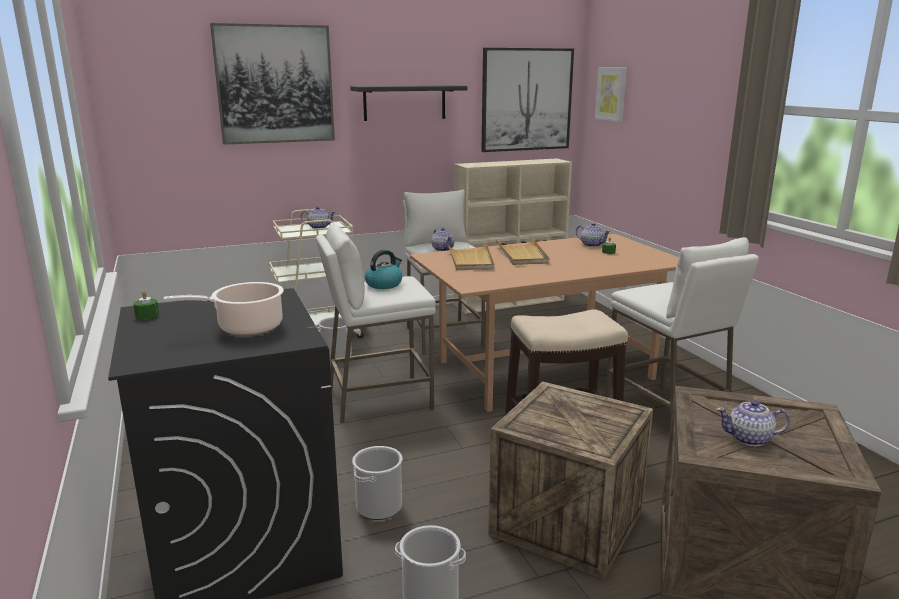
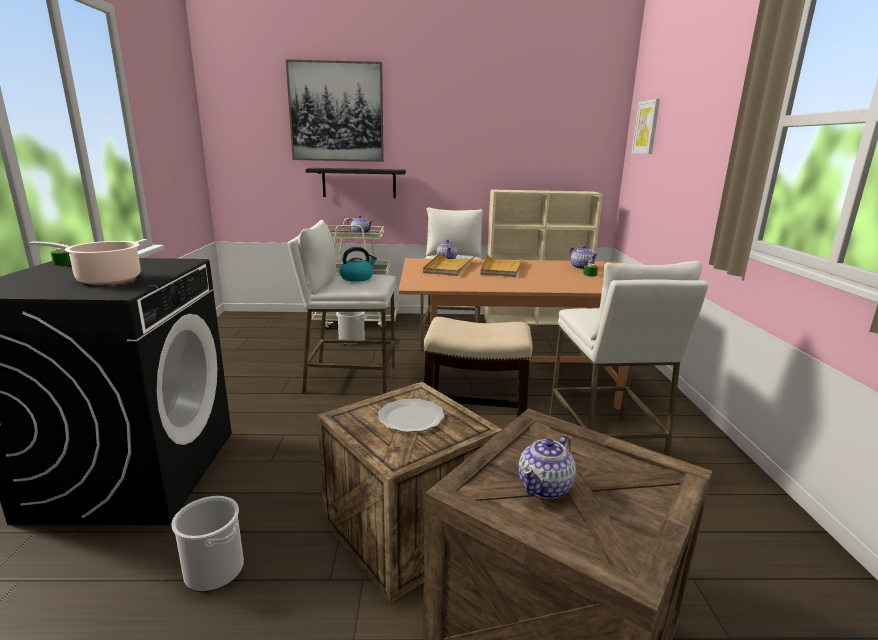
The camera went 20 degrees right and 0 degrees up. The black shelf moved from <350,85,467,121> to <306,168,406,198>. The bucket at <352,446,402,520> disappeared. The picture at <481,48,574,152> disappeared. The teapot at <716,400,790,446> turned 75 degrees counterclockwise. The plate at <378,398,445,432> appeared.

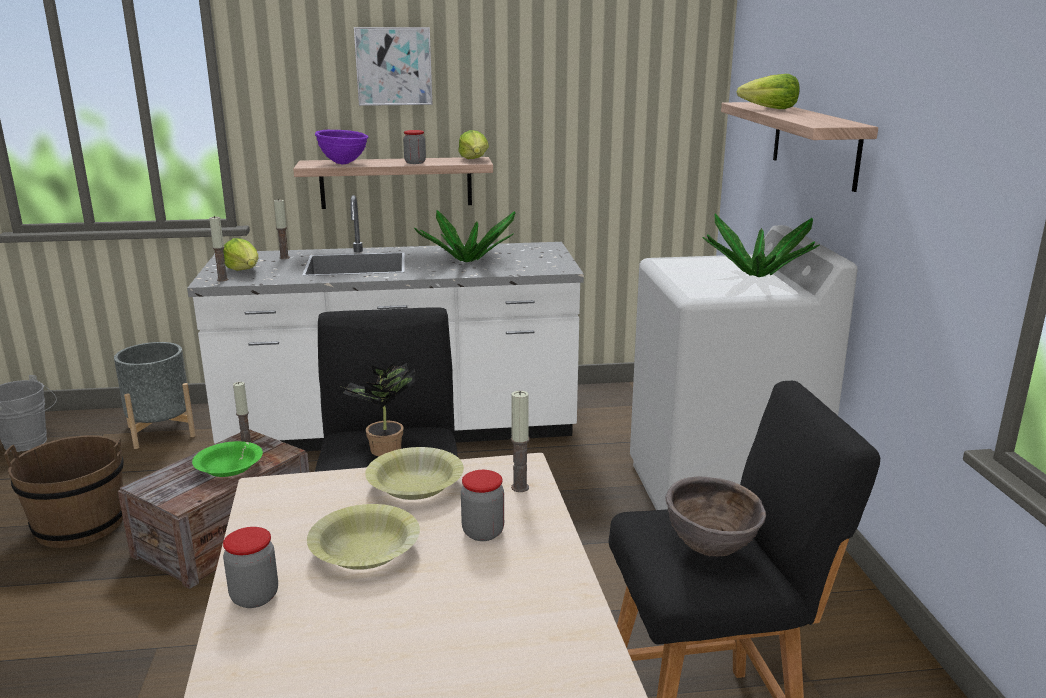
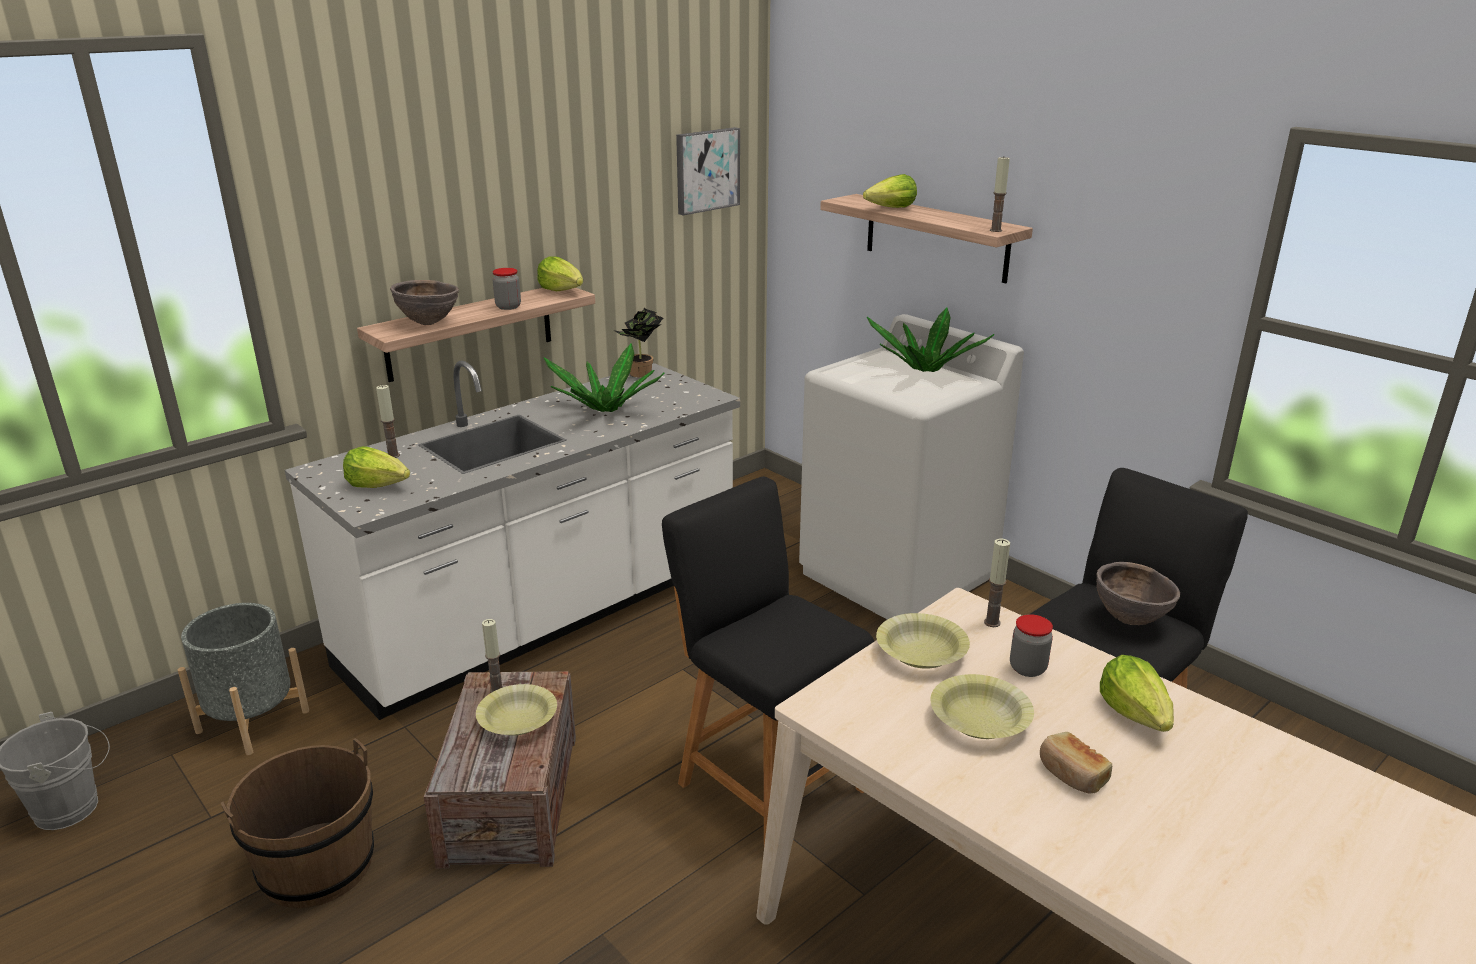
The camera went 35 degrees left and 5 degrees up. The green bowl at <192,441,263,477> became the yellow bowl at <476,684,557,736>. The candle moved from <209,216,228,281> to <990,157,1010,232>. The jar at <223,527,278,608> disappeared. The purple bowl at <315,130,368,164> became the brown bowl at <390,280,459,325>. The potted plant moved from <342,362,415,456> to <613,307,663,378>. The picture moved from <354,27,433,106> to <676,127,740,215>. The bread at <1040,732,1112,793> appeared. The lettuce at <1100,655,1174,732> appeared.

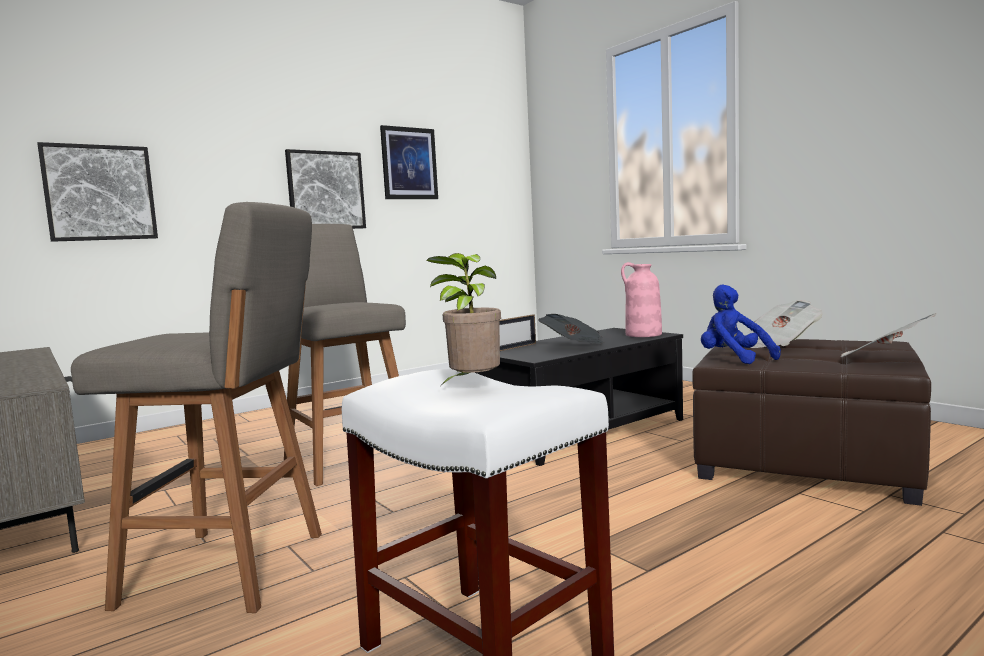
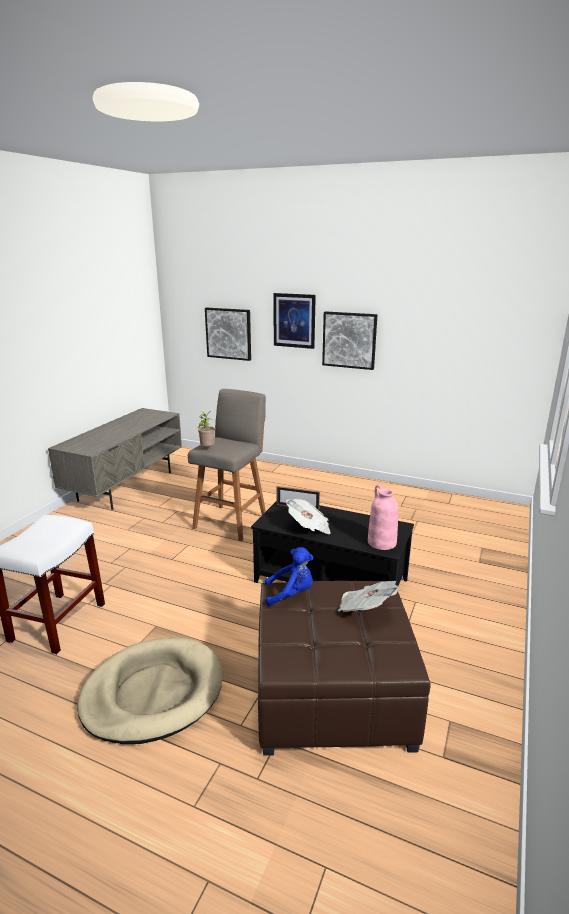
The camera went 60 degrees right and 15 degrees up. The grey stool at <71,202,322,613> disappeared. The picture moved from <380,125,438,199> to <273,293,316,349>. The potted plant moved from <426,253,501,388> to <198,411,215,446>. The blue plush toy at <701,285,781,364> turned 60 degrees clockwise. The newspaper at <841,313,937,358> disappeared. The beige dog bed at <77,638,223,744> appeared.

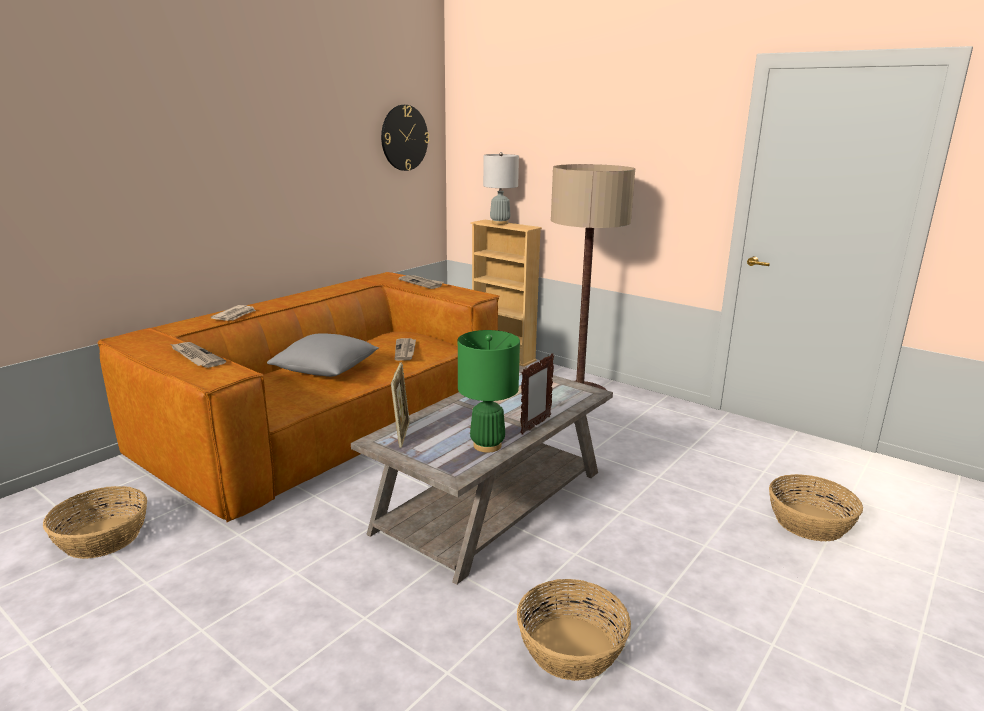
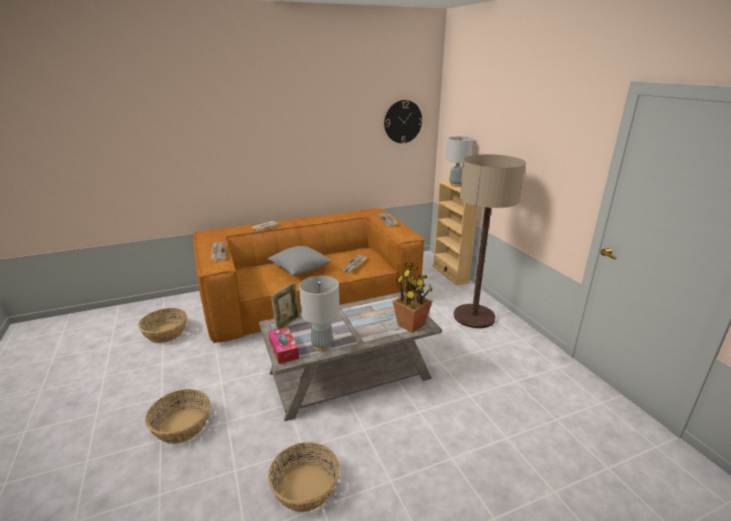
The camera went 30 degrees right and 5 degrees up. The green table lamp at <458,330,520,453> became the grey table lamp at <299,276,340,352>. The picture frame at <520,353,554,435> disappeared. The basket moved from <769,474,863,541> to <145,389,210,444>. The tissue box at <268,327,299,364> appeared. The potted plant at <393,263,433,333> appeared.

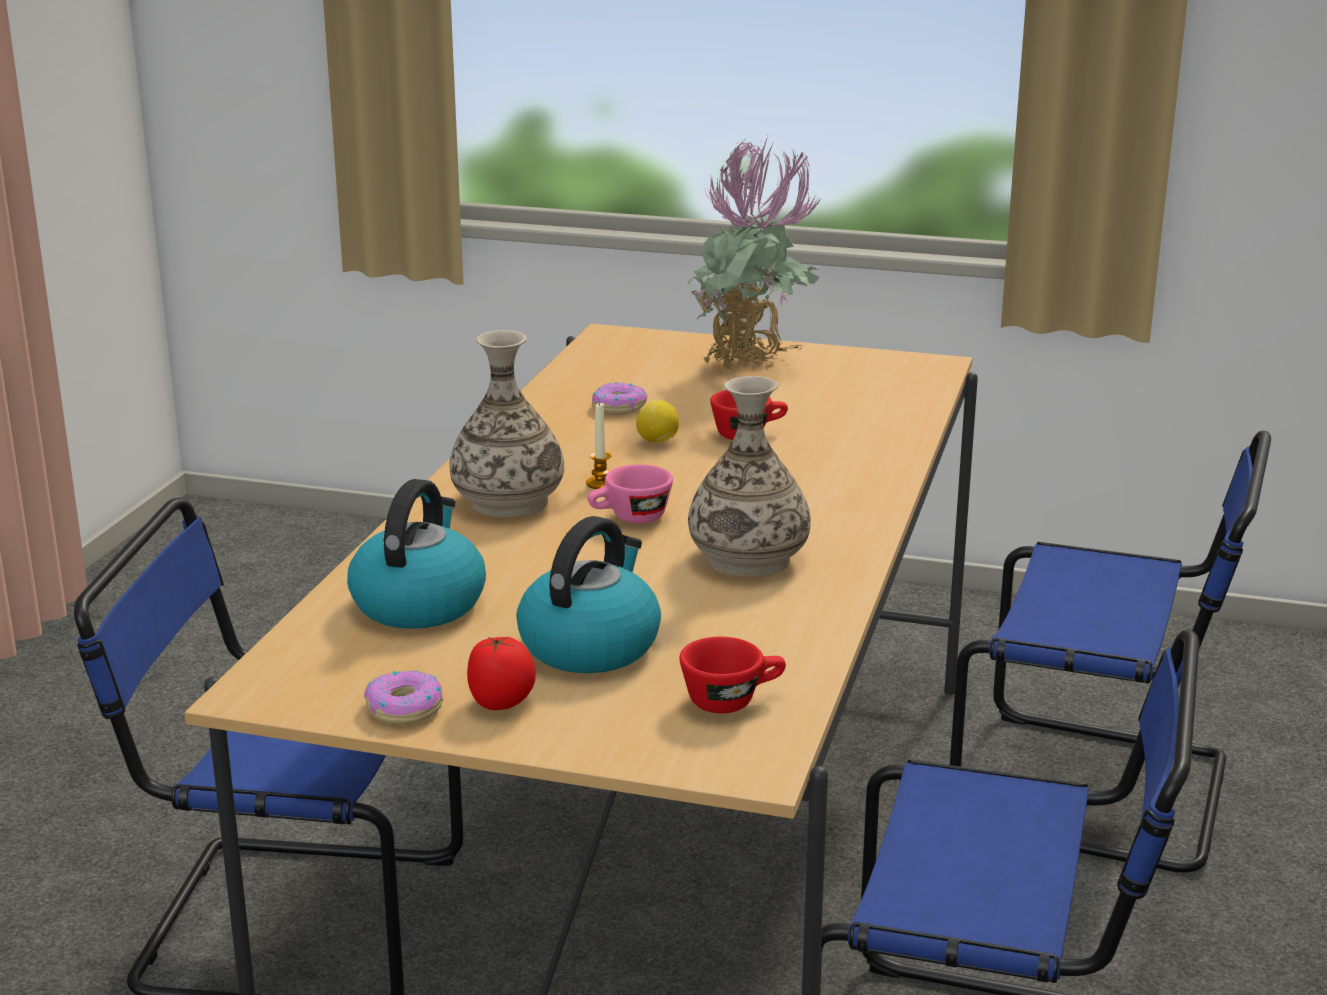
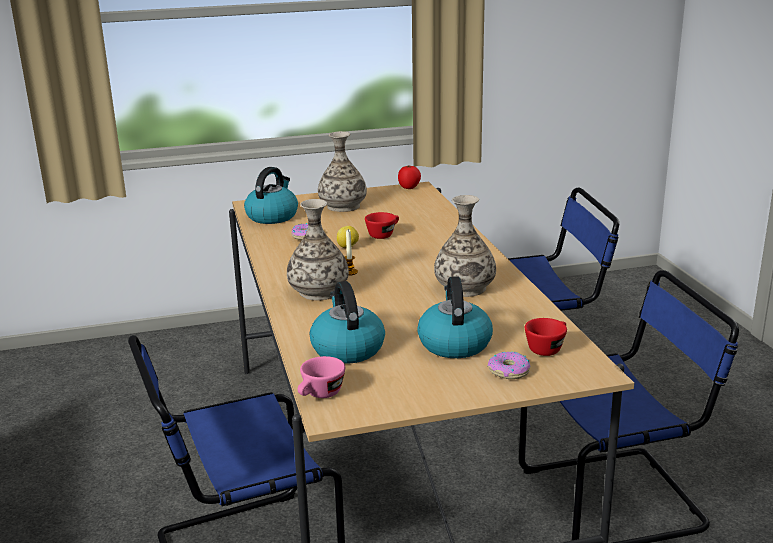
The camera went 30 degrees left and 0 degrees up. The donut moved from <364,671,443,725> to <488,351,530,379>. The tomato moved from <467,636,536,710> to <398,165,421,189>. The pink cup moved from <588,464,673,524> to <298,356,345,398>. The potted plant at <688,133,820,370> was replaced by the vase at <318,131,367,212>. The kettle at <244,167,298,224> appeared.

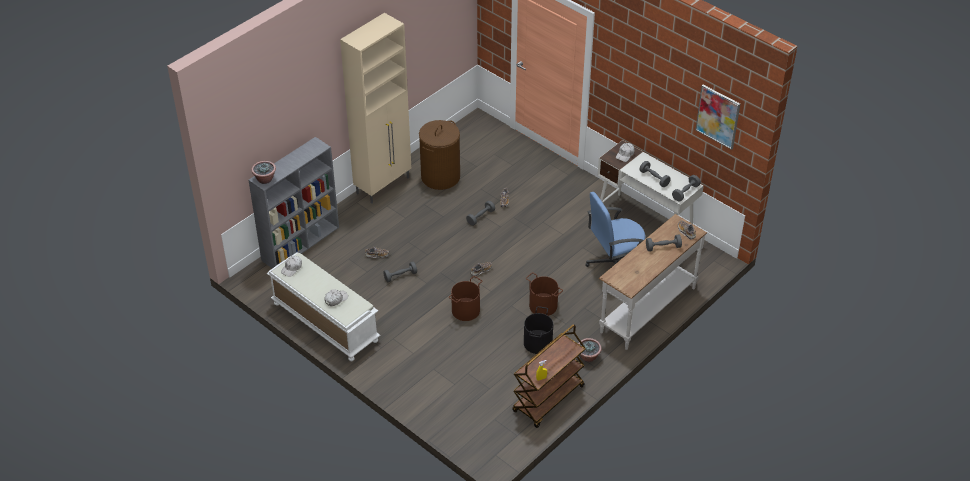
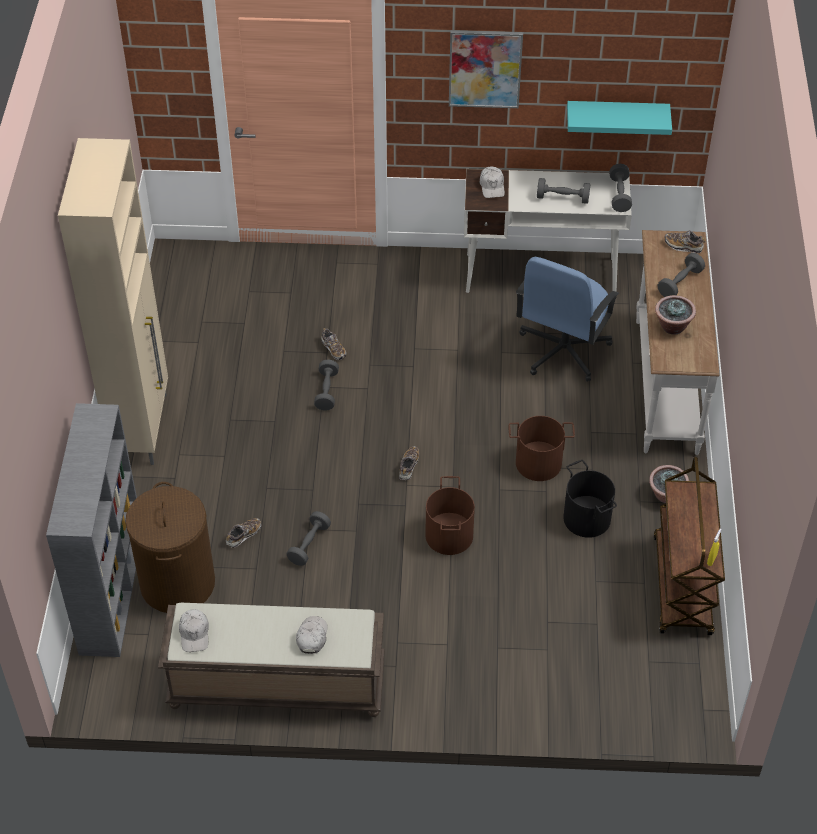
The camera went 40 degrees left and 5 degrees up. The potted plant moved from <251,161,276,184> to <655,295,696,335>. The white bench at <267,252,380,361> became the brown bench at <158,603,385,717>. The brown laundry basket moved from <419,120,460,190> to <125,482,215,613>. The picture moved from <696,85,740,150> to <449,30,523,108>. The turquoise shelf at <567,101,672,135> appeared.

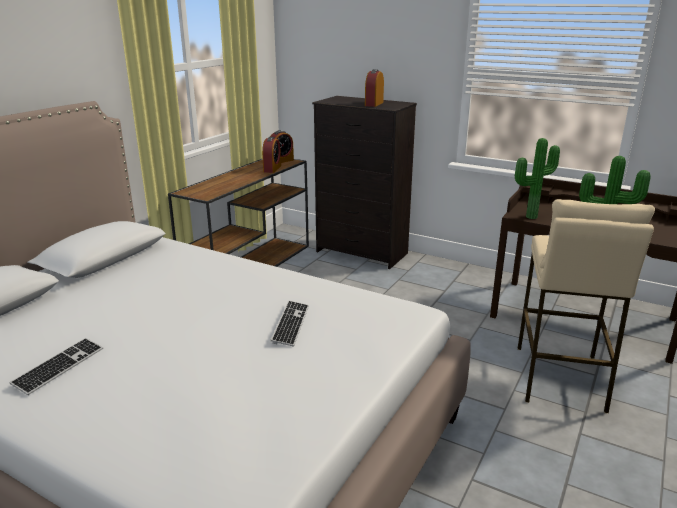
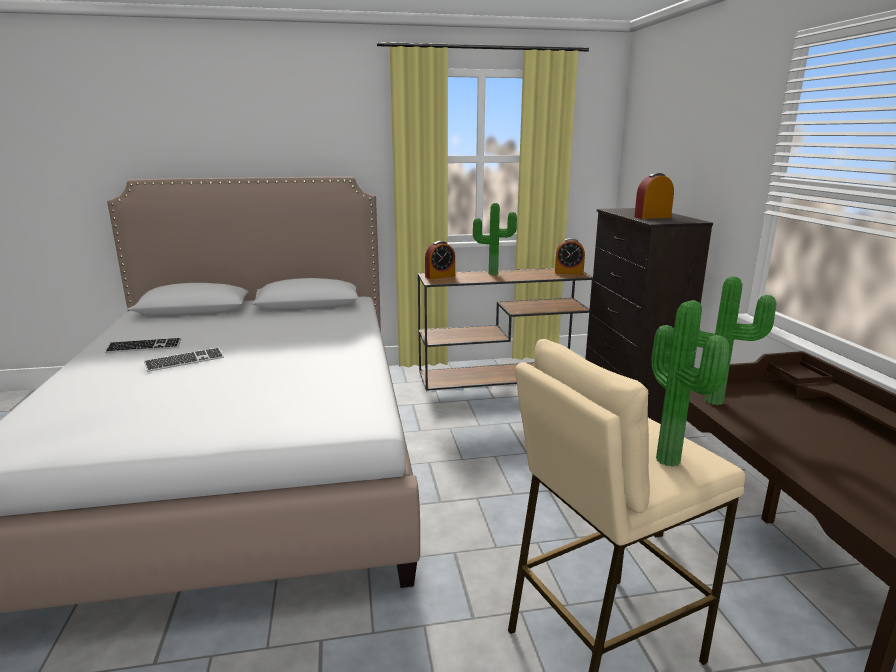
The camera went 50 degrees right and 5 degrees down. The alarm clock moved from <262,137,281,173> to <425,241,455,279>. The keyboard moved from <270,301,309,347> to <144,348,224,372>. The potted plant at <473,203,517,275> appeared.

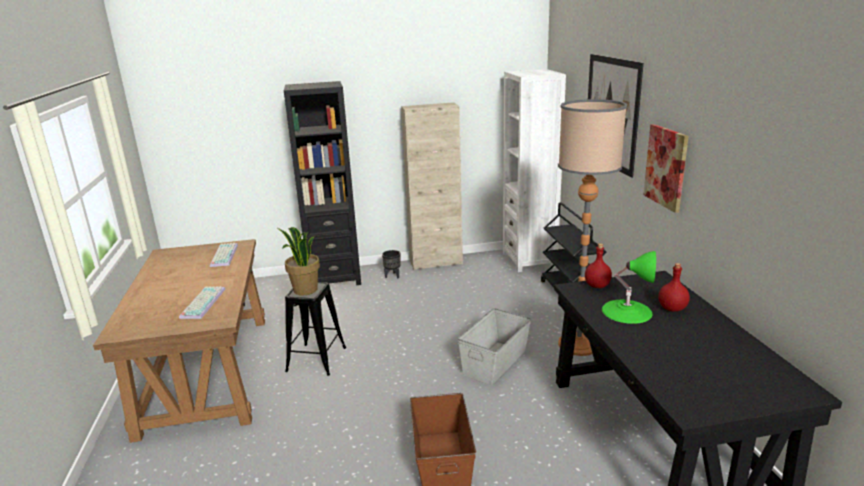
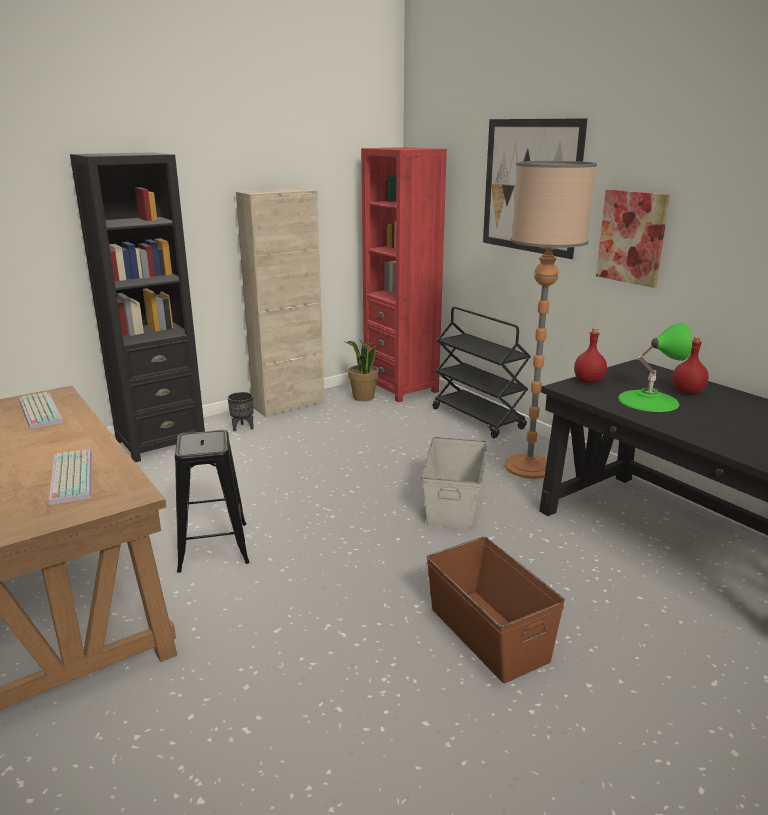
The camera went 25 degrees left and 0 degrees up. The potted plant moved from <278,227,320,295> to <344,339,379,401>. The white bookcase at <503,69,566,272> became the red bookcase at <361,147,447,403>.

